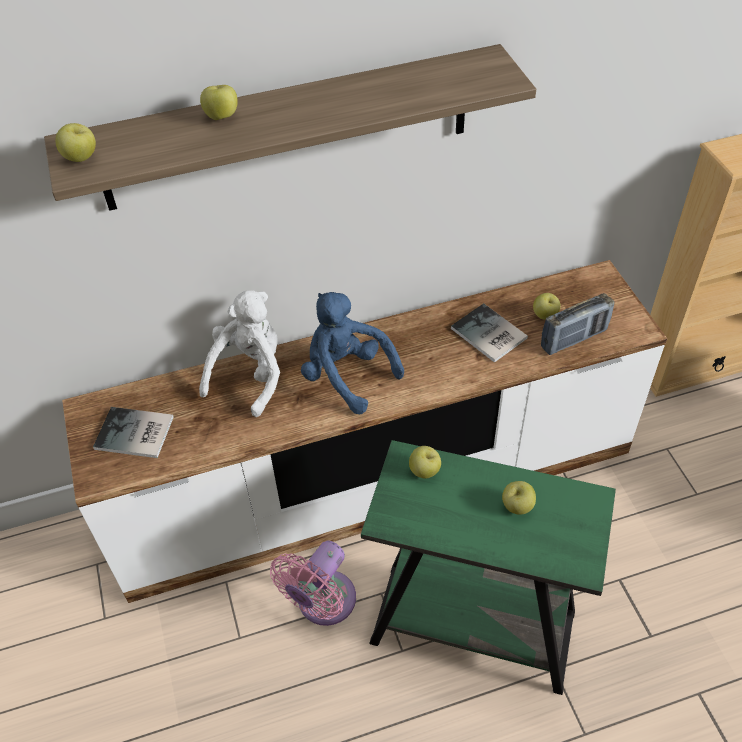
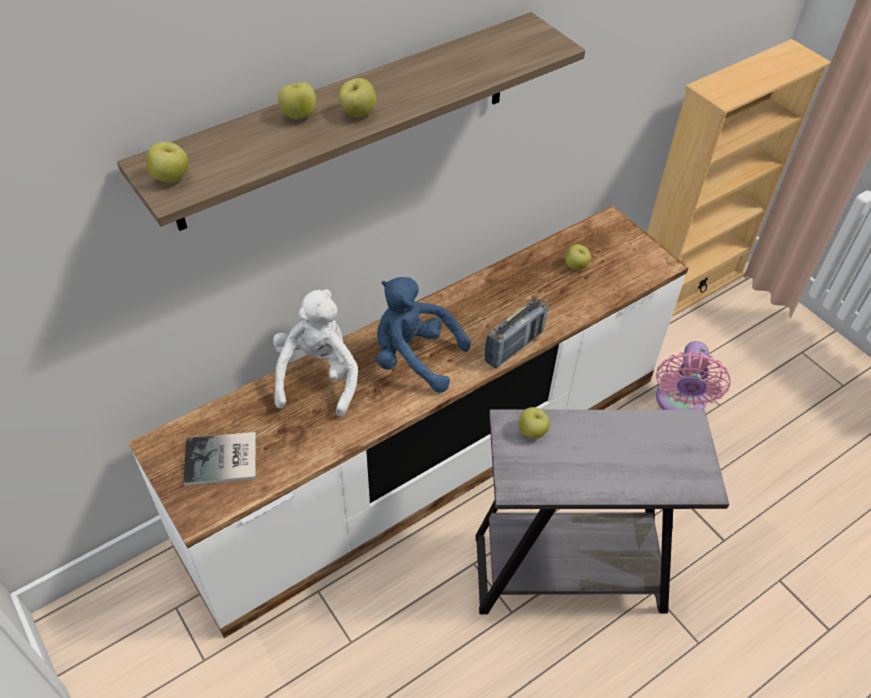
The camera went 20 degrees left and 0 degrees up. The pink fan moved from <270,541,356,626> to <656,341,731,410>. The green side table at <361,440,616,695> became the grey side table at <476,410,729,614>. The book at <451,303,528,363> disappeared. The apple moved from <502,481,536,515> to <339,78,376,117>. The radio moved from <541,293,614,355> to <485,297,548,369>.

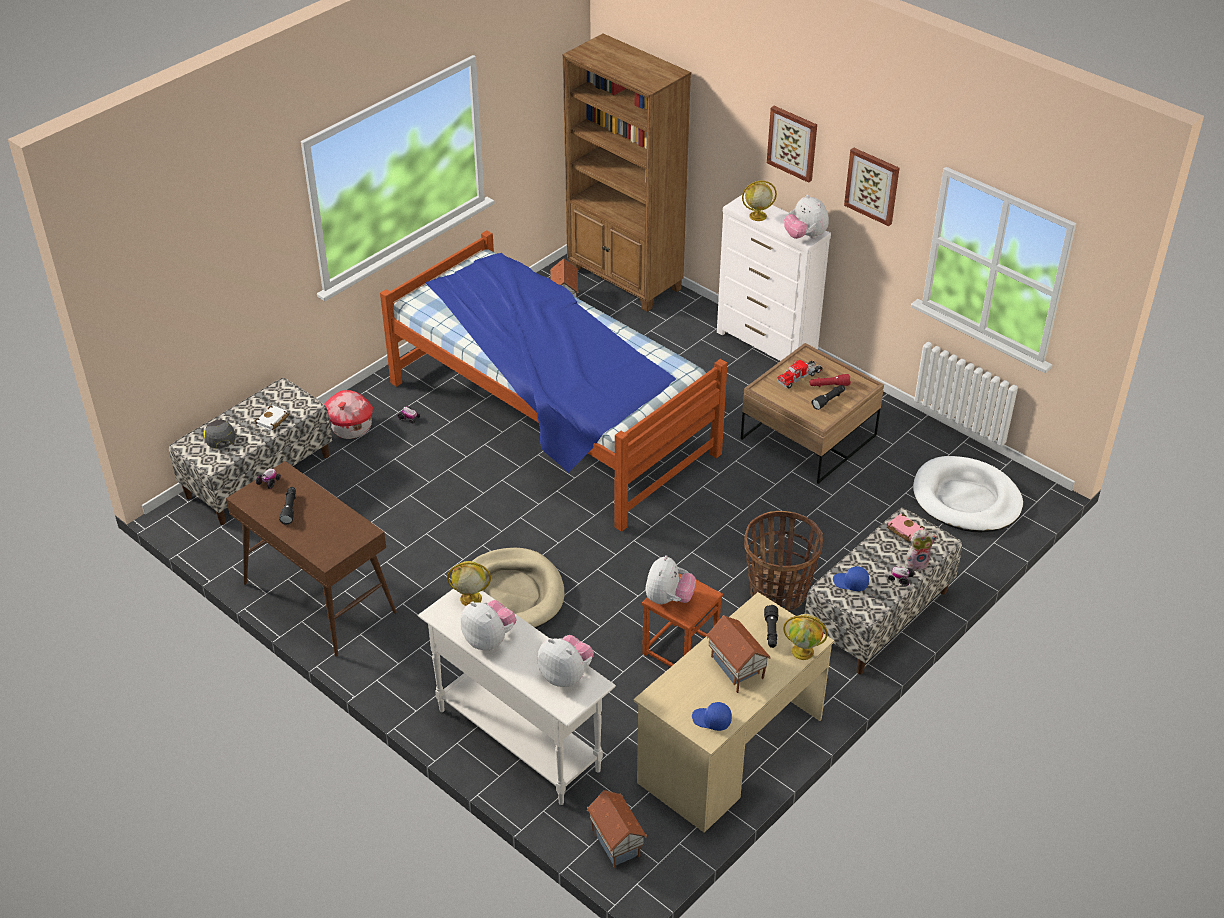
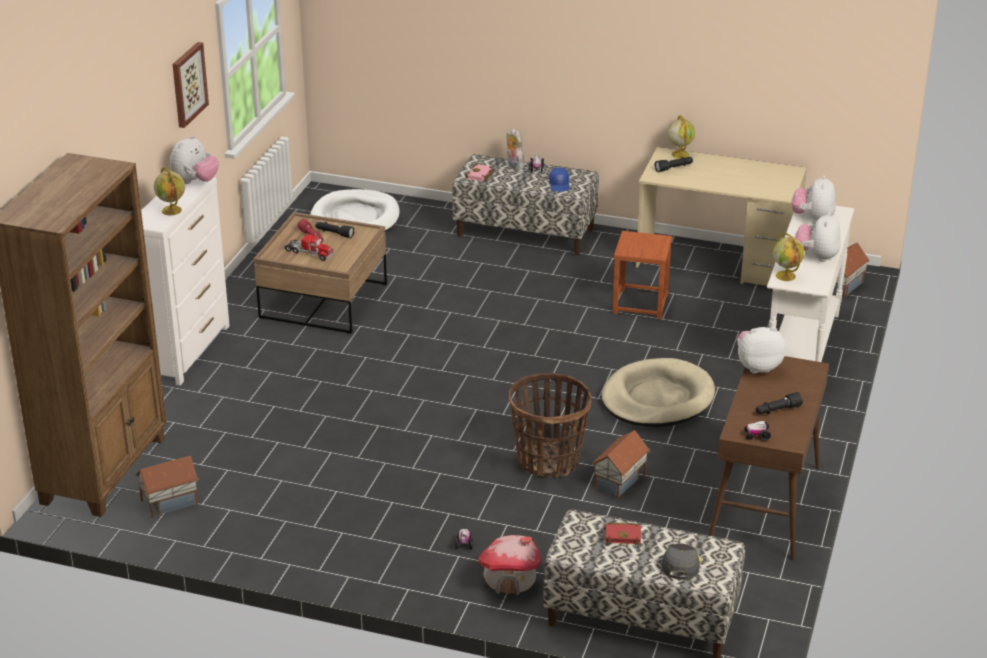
The camera went 115 degrees left and 10 degrees down. The grey cap at <203,420,236,449> turned 150 degrees clockwise. The white book at <254,405,290,430> became the red book at <605,522,641,545>. The bed at <380,230,727,532> disappeared. The plush toy moved from <646,555,696,605> to <737,327,786,374>. The blue cap at <692,702,732,731> disappeared. The toy house moved from <706,615,770,693> to <592,430,650,498>. The basket moved from <744,511,823,611> to <509,373,592,477>. The picture at <767,106,817,183> disappeared.

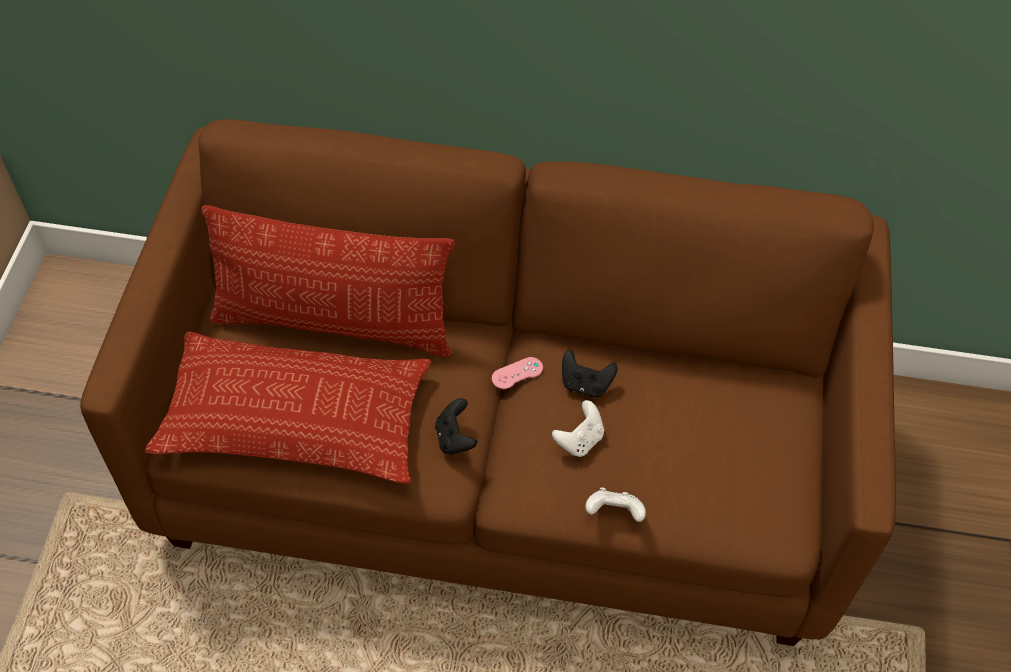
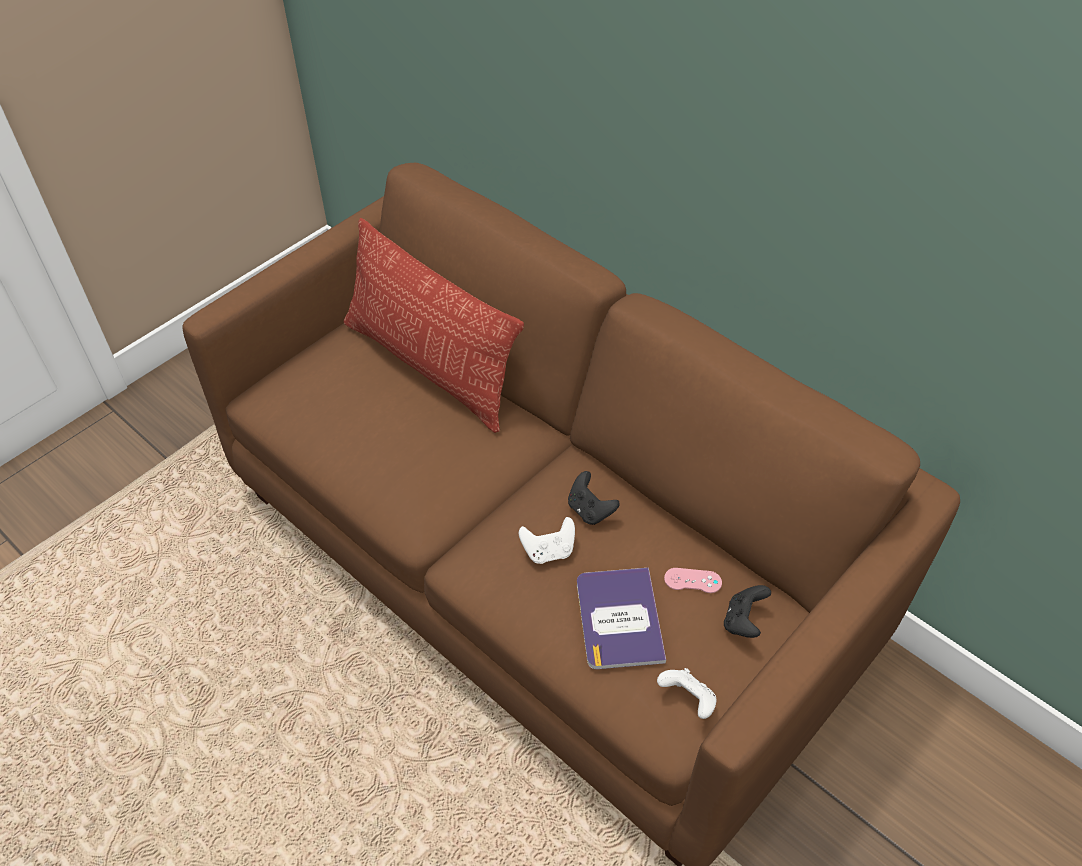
The camera went 35 degrees right and 5 degrees down. The pillow at <145,331,431,484> disappeared. The black game controller moved from <435,398,477,454> to <724,585,771,638>. The pink game controller moved from <492,357,543,389> to <664,568,722,593>. The white game controller moved from <585,487,646,522> to <657,668,716,719>. The book at <577,567,666,669> appeared.

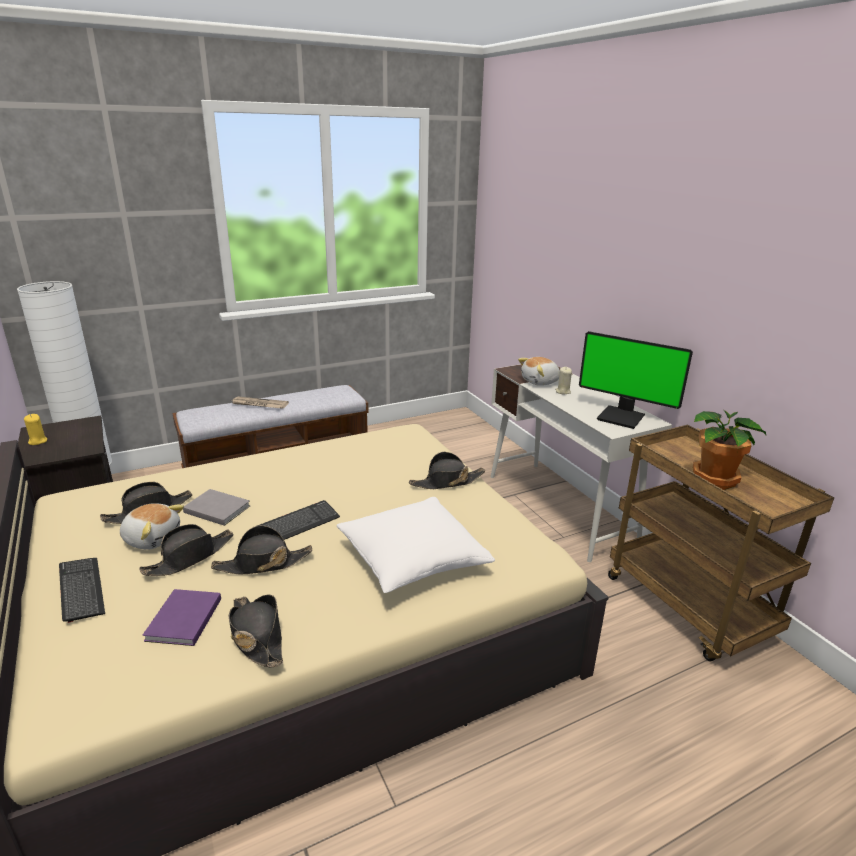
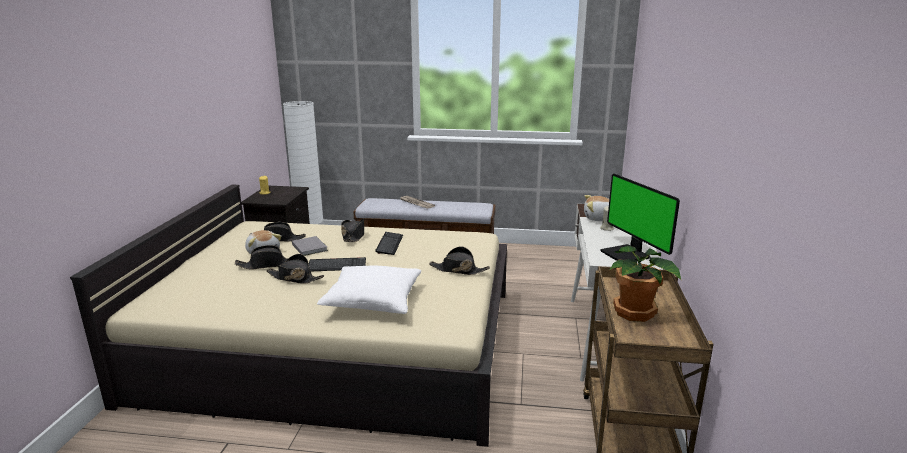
The camera went 35 degrees right and 5 degrees down. The keyboard moved from <59,558,105,623> to <375,232,403,255>. The purple book at <142,589,221,646> disappeared. The black hat moved from <229,595,283,667> to <341,219,364,242>.

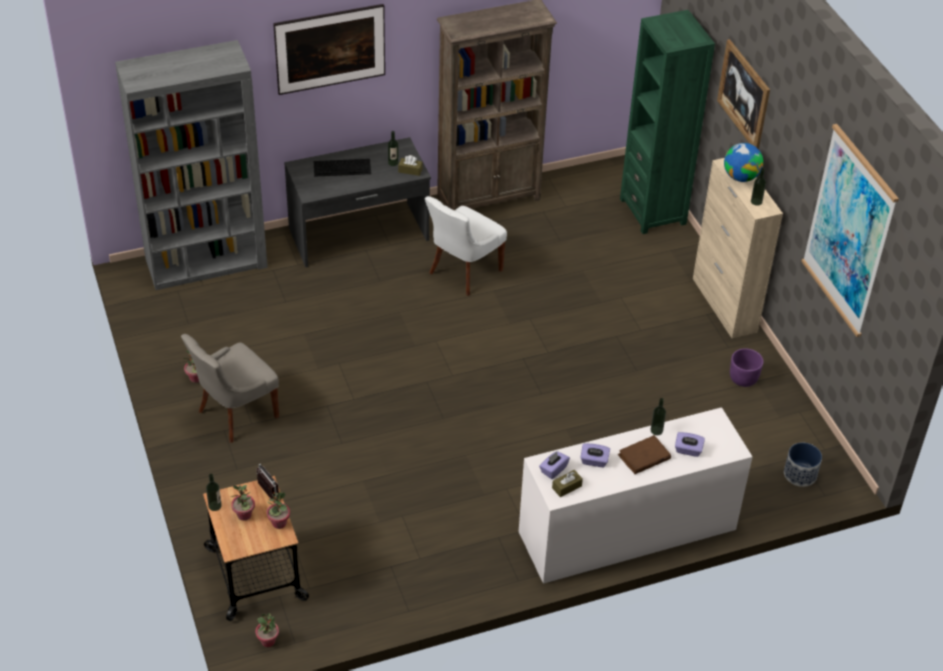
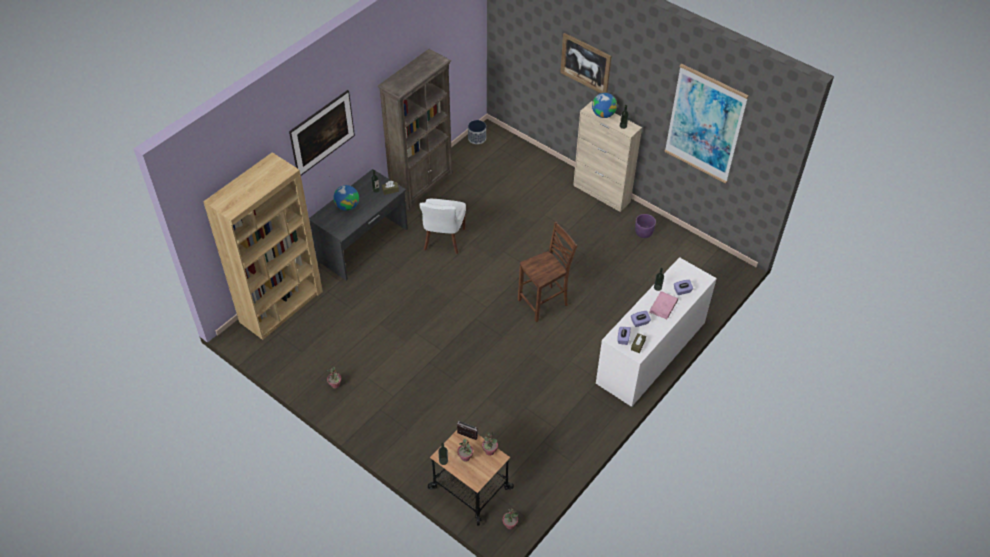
The camera went 30 degrees left and 5 degrees up. The grey bookcase at <115,40,268,290> became the brown bookcase at <203,152,323,340>. The grey chair at <181,334,279,443> disappeared. The keyboard at <314,159,371,177> was replaced by the globe at <333,185,359,211>. The brown book at <618,435,671,474> became the pink book at <649,291,678,319>. The green bookcase at <620,10,715,234> disappeared. The planter moved from <784,443,822,487> to <468,120,486,144>. The brown chair at <518,222,577,322> appeared.

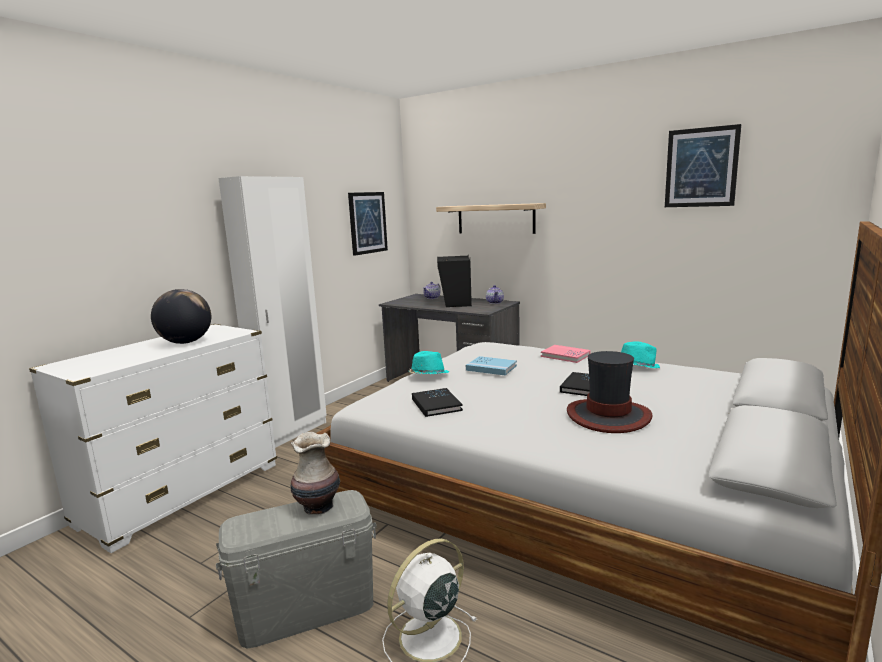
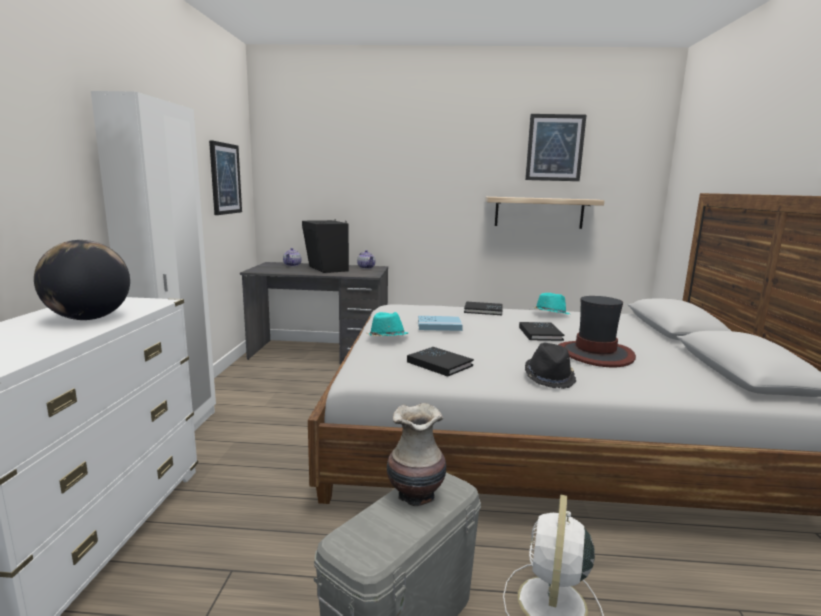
The camera went 30 degrees left and 0 degrees up. The shelf moved from <436,203,546,234> to <485,197,605,229>. The pink book at <541,345,591,363> became the black book at <464,302,503,315>. The black hat at <525,343,576,389> appeared.

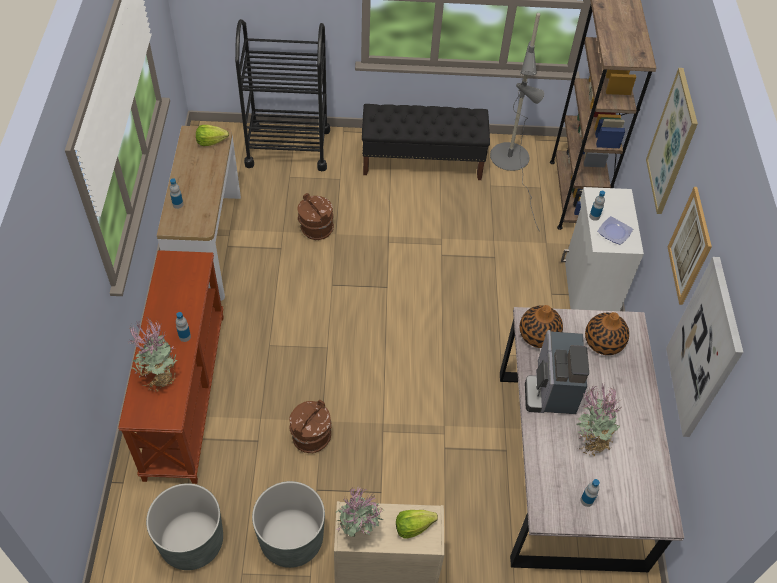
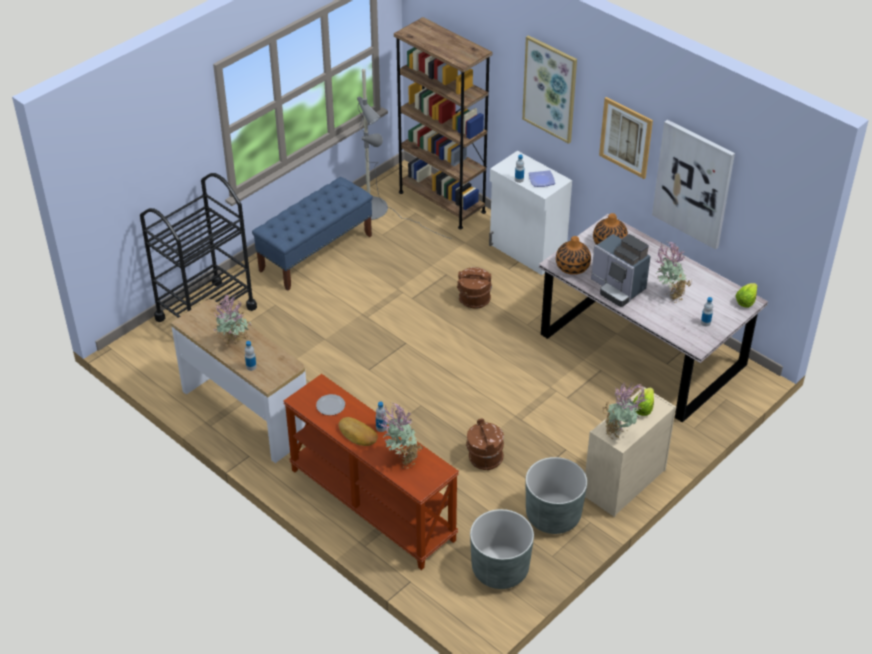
The camera went 45 degrees left and 10 degrees down. The lettuce moved from <196,125,229,146> to <736,283,757,308>. The brown bucket moved from <297,193,334,240> to <457,267,492,309>. The black bench at <362,104,490,180> became the blue bench at <252,177,373,291>. The potted plant at <213,294,252,346> appeared. The plate at <316,394,345,415> appeared. The bread at <338,417,378,446> appeared.

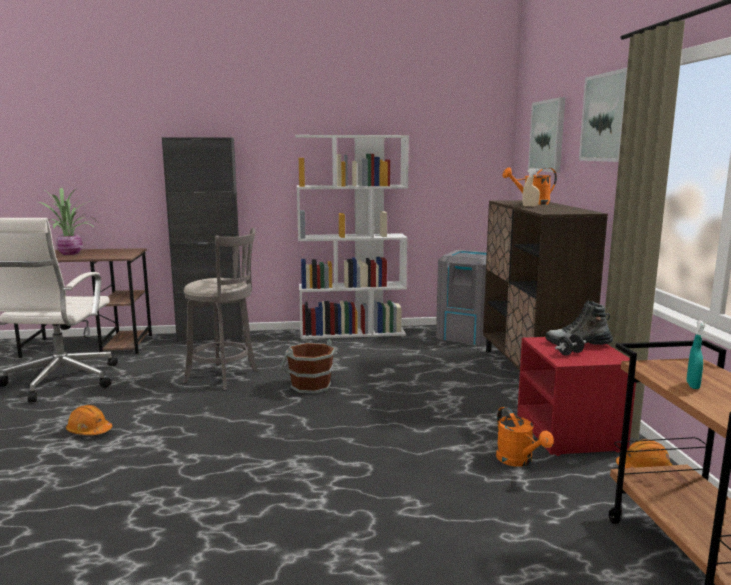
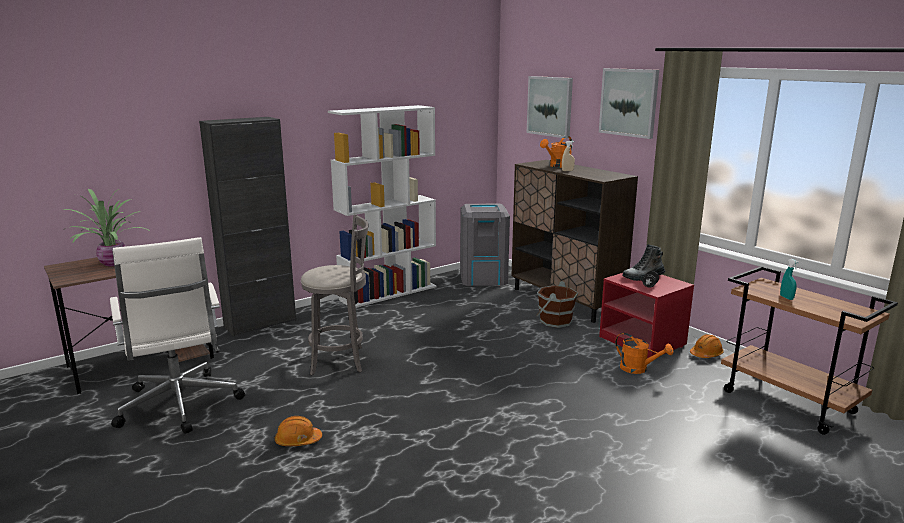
The camera went 30 degrees left and 5 degrees up. The brown bucket moved from <280,339,335,394> to <537,281,578,328>.

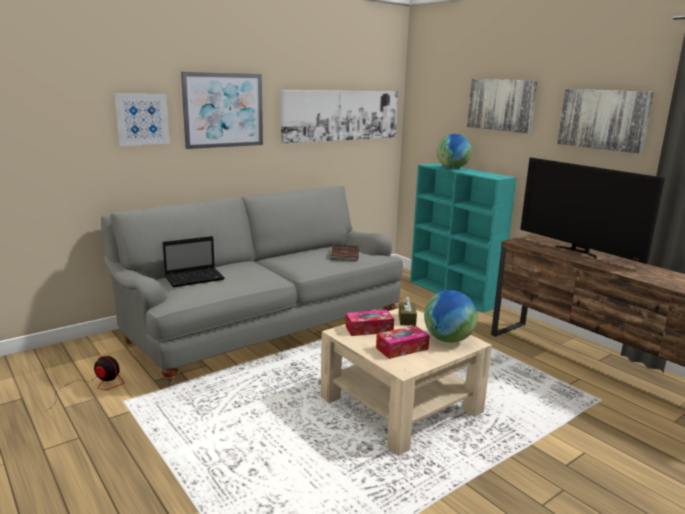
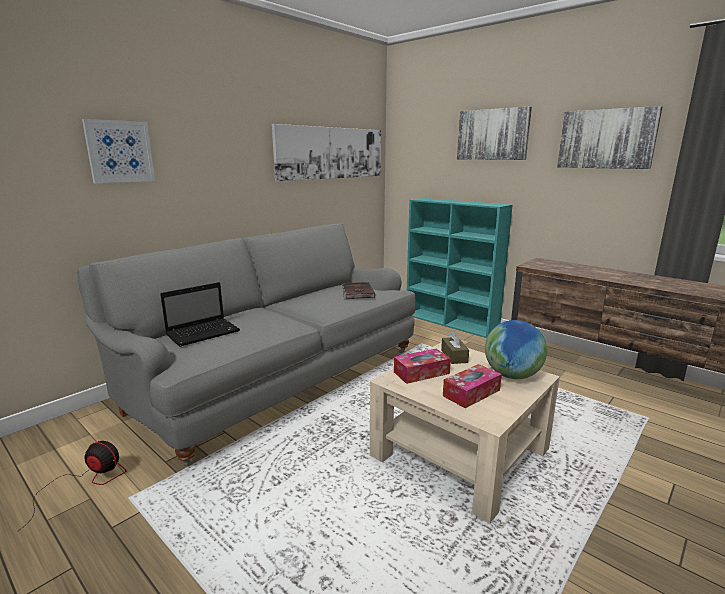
The camera went 10 degrees left and 0 degrees up. The picture at <181,72,263,149> disappeared. The globe at <437,134,472,169> disappeared. The television at <520,158,665,264> disappeared.

